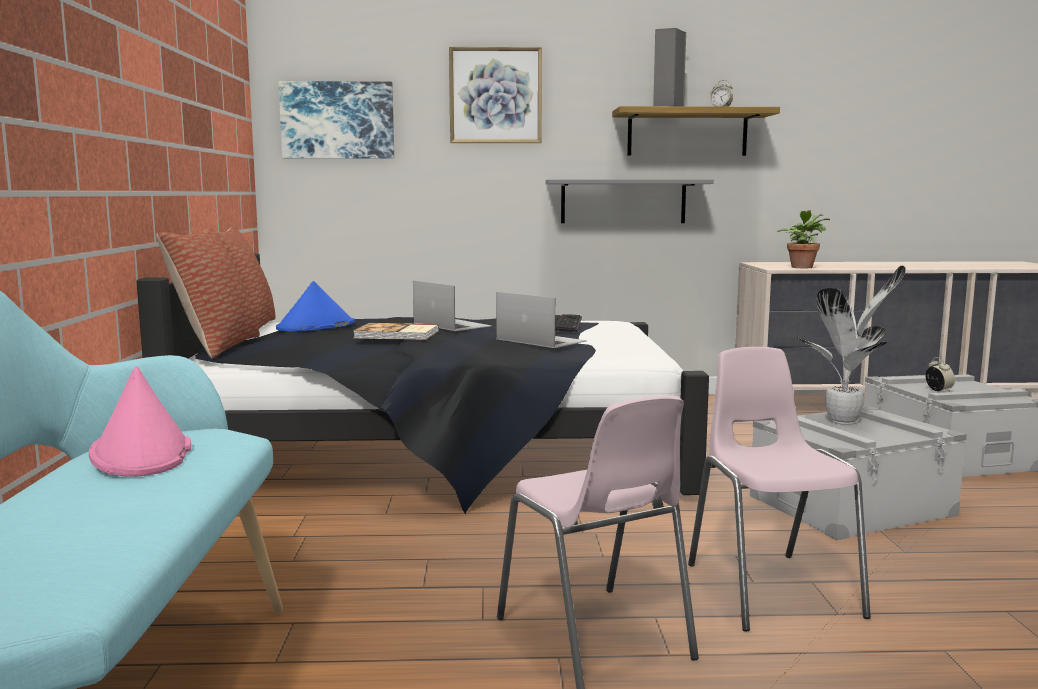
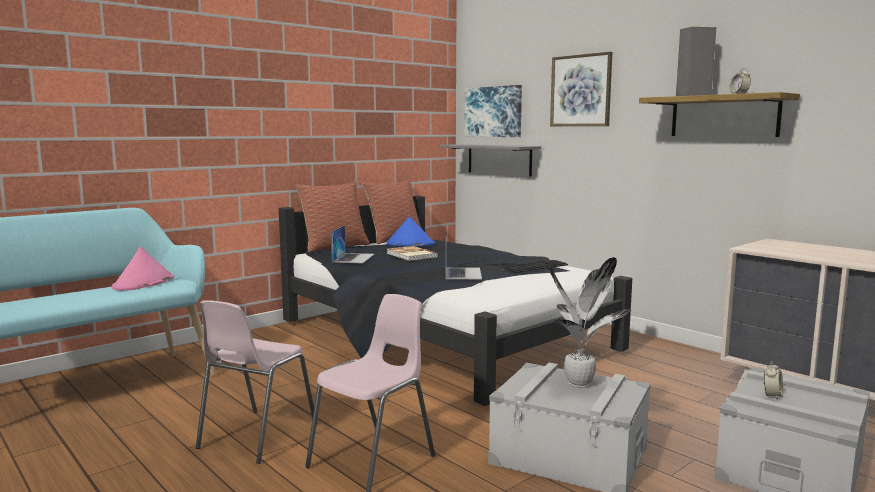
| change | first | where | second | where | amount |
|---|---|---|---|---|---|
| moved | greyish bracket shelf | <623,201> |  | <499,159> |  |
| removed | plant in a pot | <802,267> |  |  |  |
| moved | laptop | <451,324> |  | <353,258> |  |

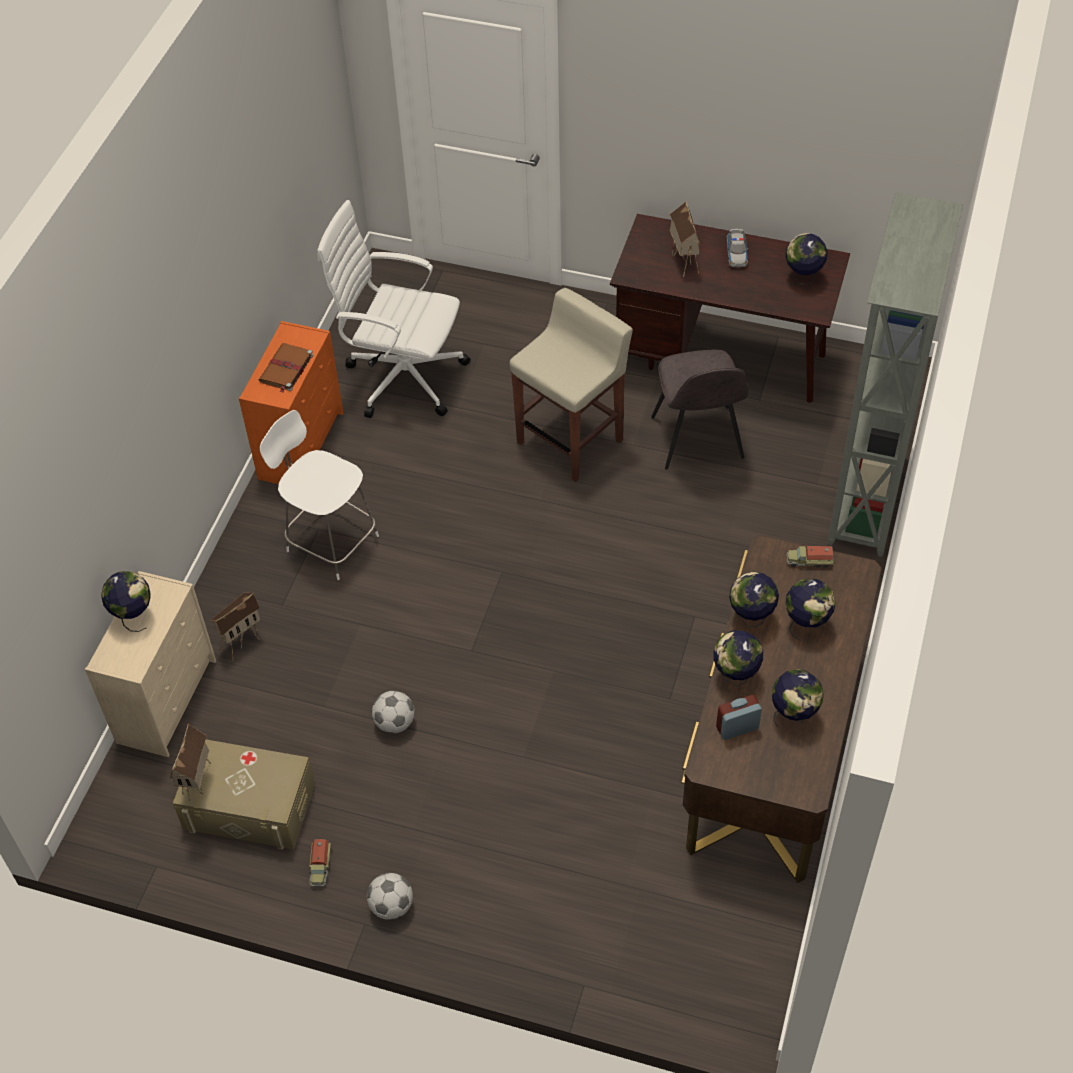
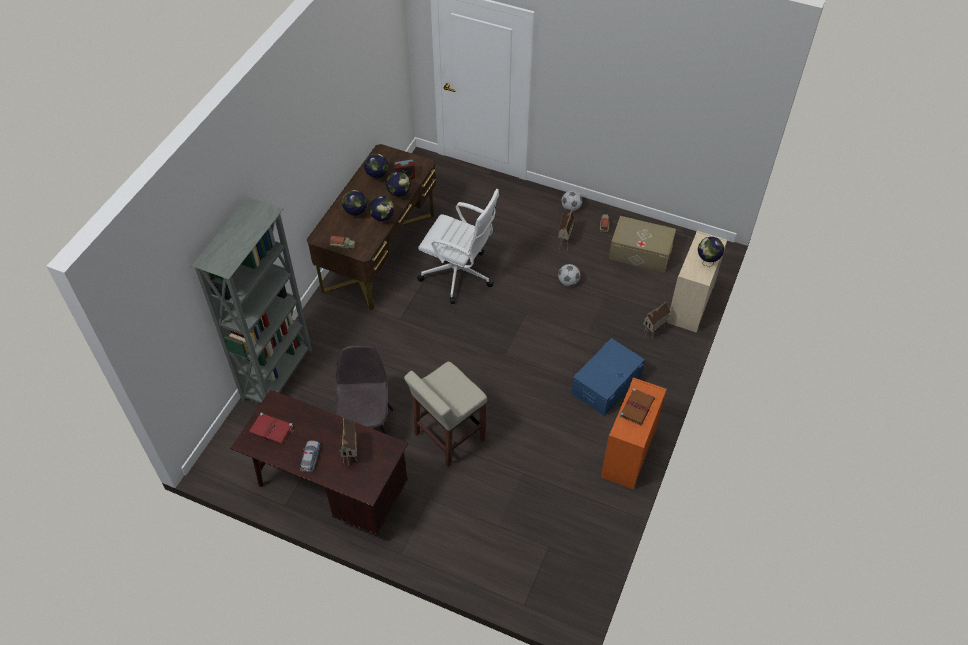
| change | first | where | second | where | amount |
|---|---|---|---|---|---|
| moved | whitish desk chair | <402,376> |  | <459,275> |  |
| replaced | world globe | <803,278> | red bound book | <272,430> |  |
| replaced | whitish stool seat | <330,542> | blue storage bin | <606,384> |  |
| moved | miniature house | <199,782> |  | <564,241> |  |

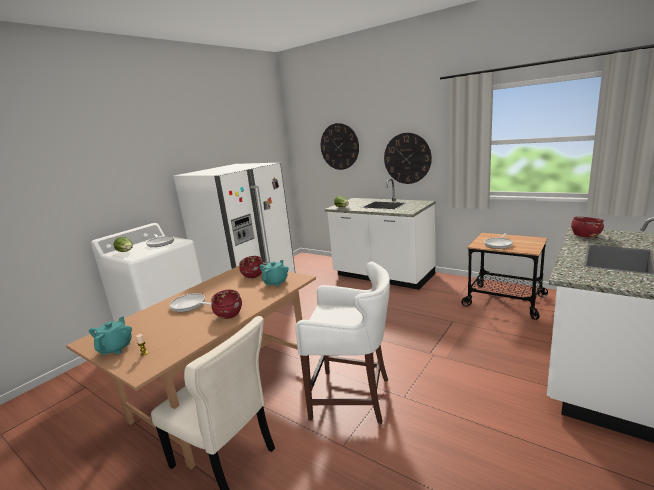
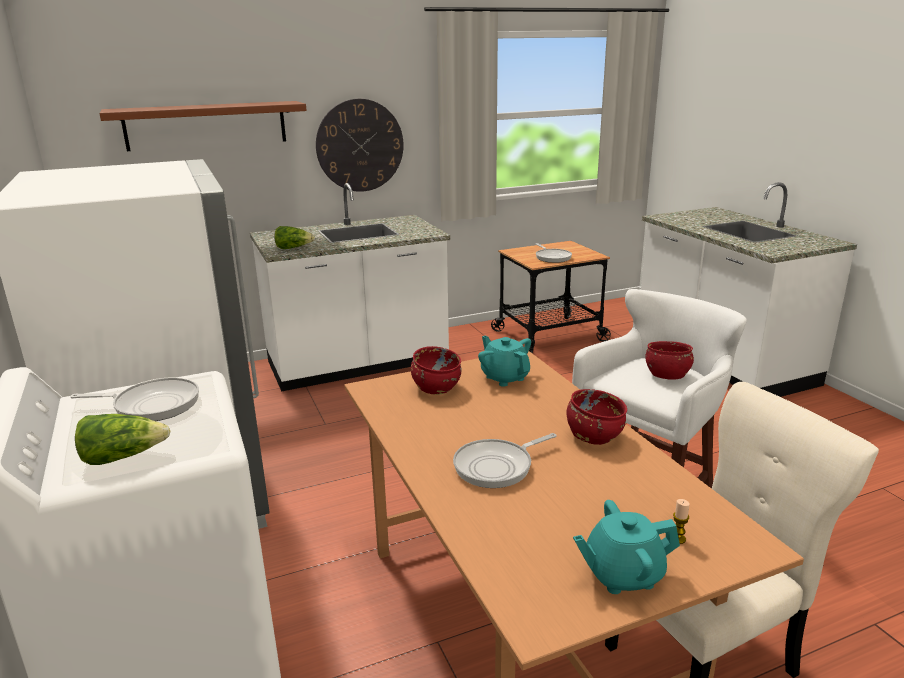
| change | first | where | second | where | amount |
|---|---|---|---|---|---|
| replaced | clock on the wall | <339,146> | brown bracket shelf | <206,125> |  |
| moved | red deep dish | <586,236> |  | <667,375> |  |
| turned | turquoise-coloured pot for tea | <116,348> |  | <622,574> | 45 degrees counterclockwise |

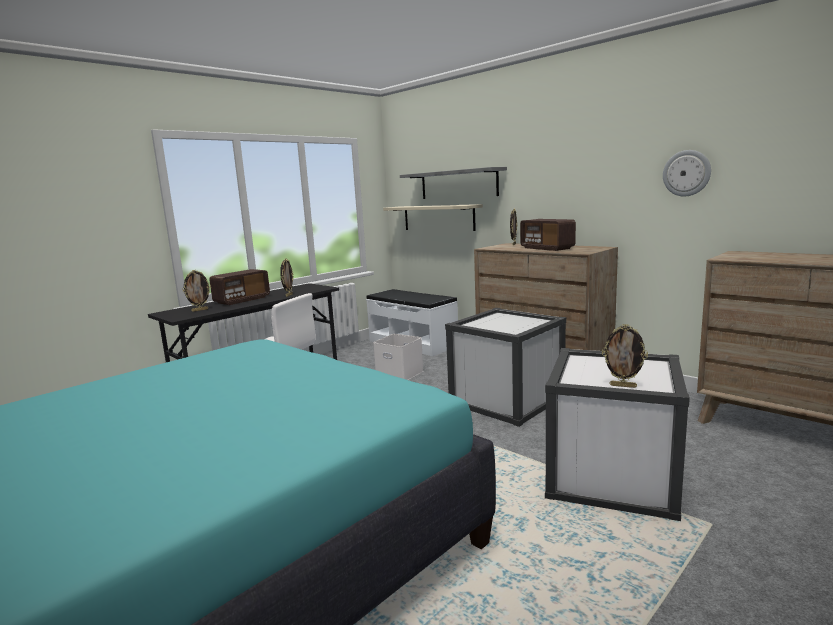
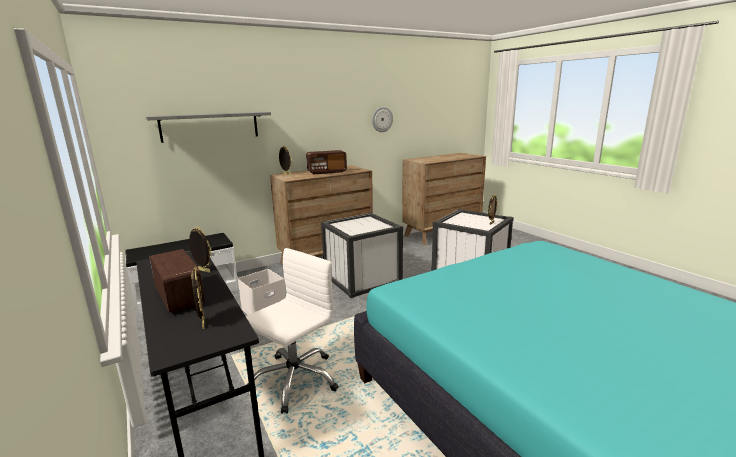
| change | first | where | second | where | amount |
|---|---|---|---|---|---|
| removed | beige-coloured bracket shelf | <438,218> |  |  |  |

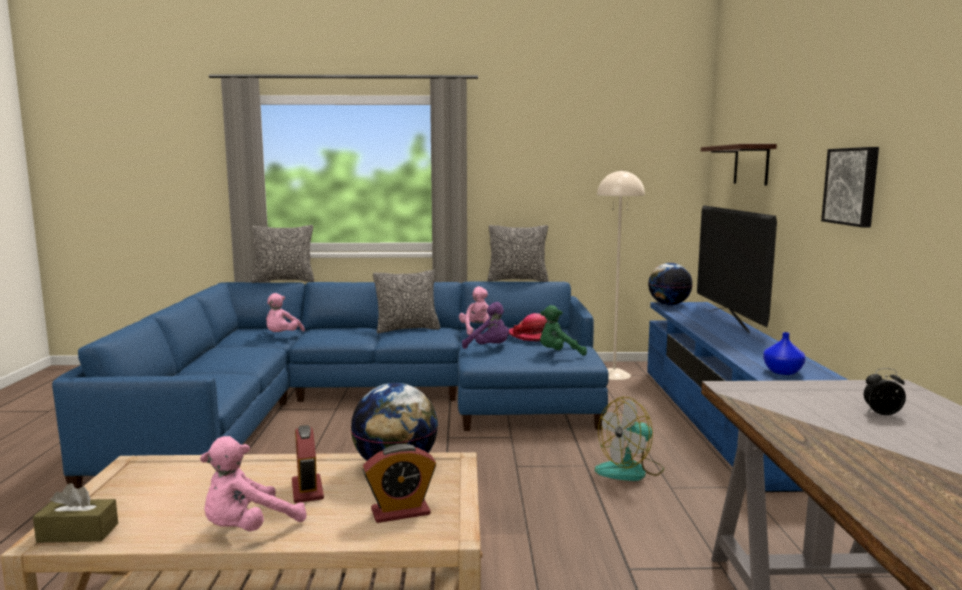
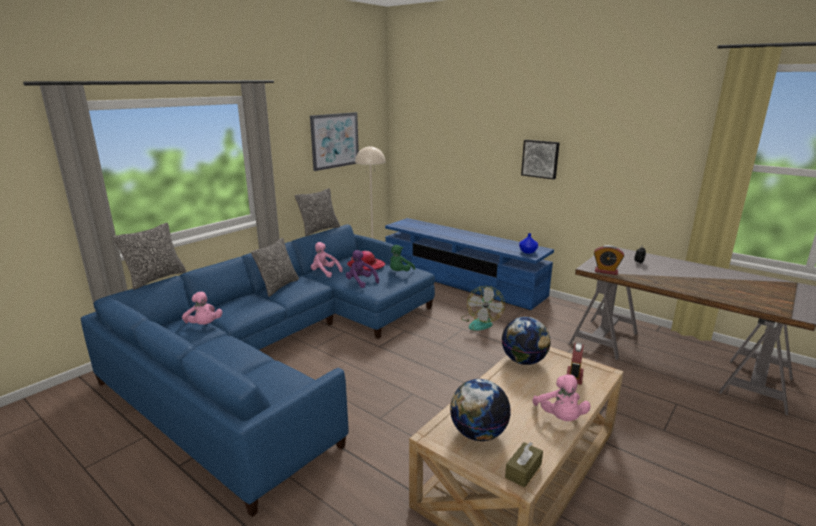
| change | first | where | second | where | amount |
|---|---|---|---|---|---|
| removed | bracket shelf | <751,165> |  |  |  |
| removed | TV | <729,321> |  |  |  |
| moved | world globe | <669,304> |  | <478,433> |  |
| turned | purplish cuddly toy | <489,348> |  | <360,282> | 120 degrees counterclockwise |
| moved | alarm clock | <307,490> |  | <606,271> |  |
| added |  |  | wall art | <335,140> |  |

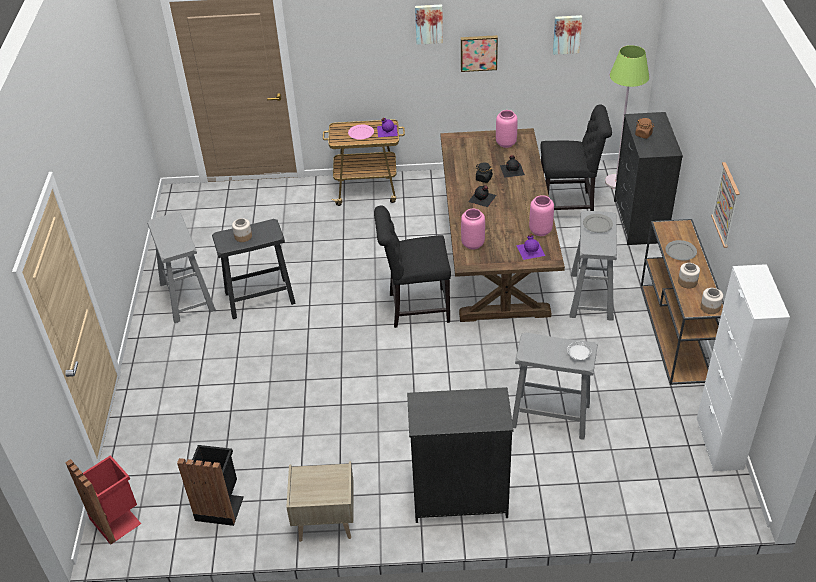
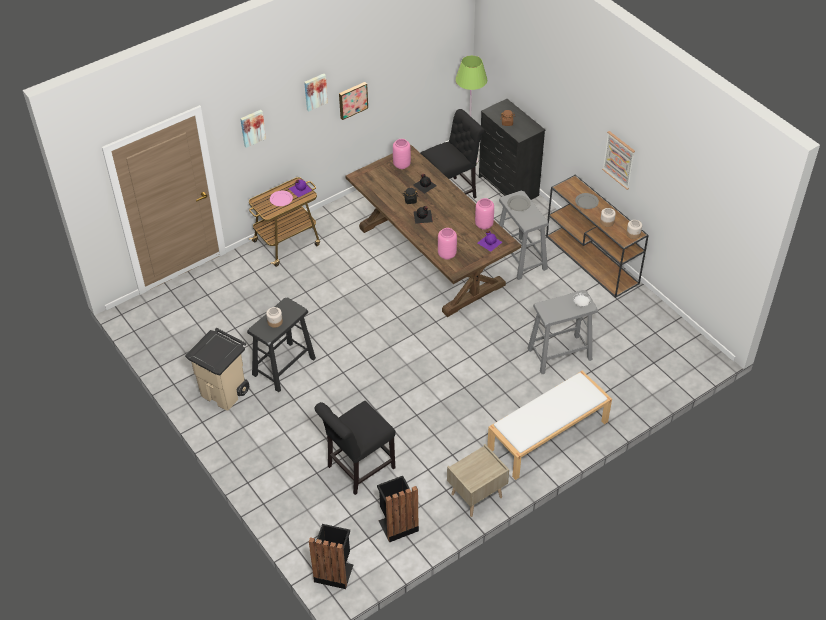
| change | first | where | second | where | amount |
|---|---|---|---|---|---|
| moved | wall art | <567,34> |  | <252,127> |  |
| moved | black plain chair | <415,308> |  | <358,469> |  |
| replaced | greyish stool seat | <187,297> | beige-coloured waste bin | <225,392> |  |
| removed | whitish cabinet | <719,443> |  |  |  |
| replaced | black drawer chest | <460,498> | whitish indoor bench | <547,436> |  |
| recoloured | red waste bin | <117,520> | black waste bin | <334,571> |  |

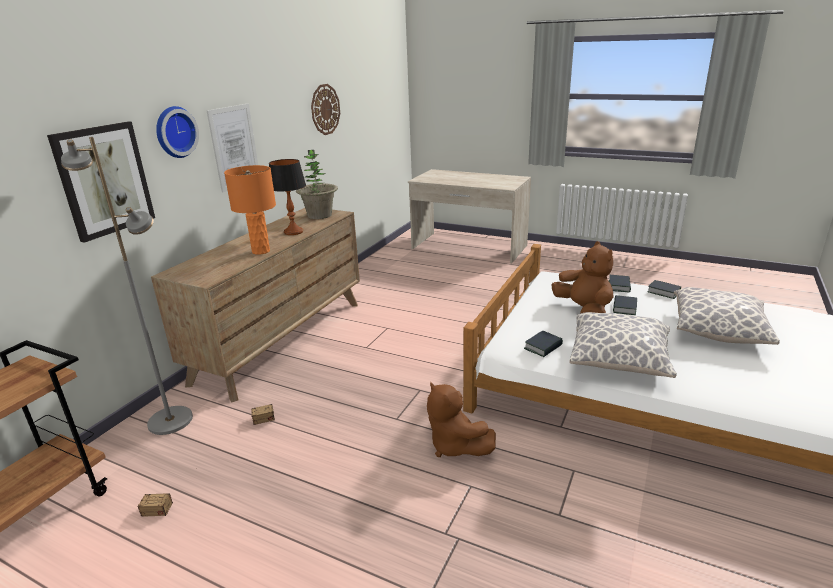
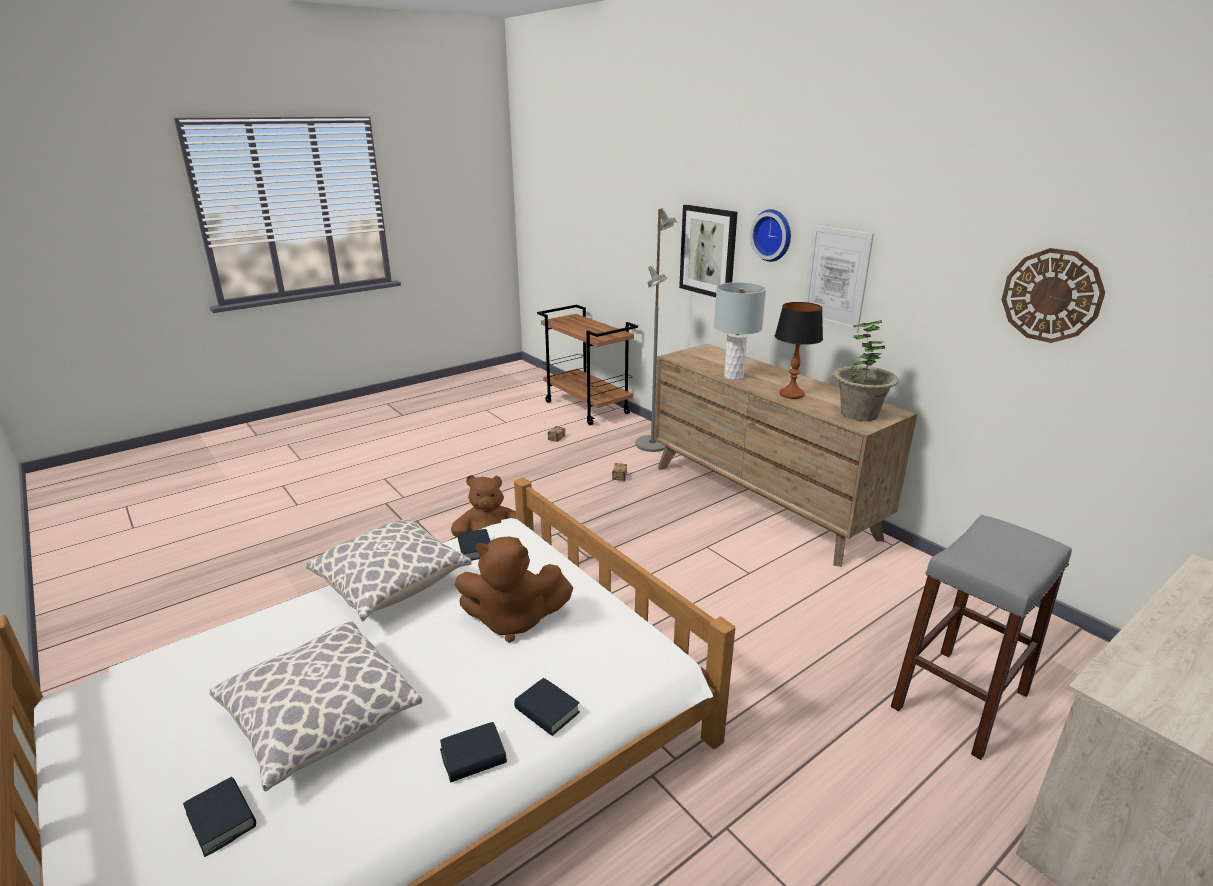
| change | first | where | second | where | amount |
|---|---|---|---|---|---|
| recoloured | orangey table lamp | <261,251> | greyish table lamp | <734,377> |  |
| moved | bound book | <624,308> |  | <222,820> |  |
| added |  |  | greyish stool seat | <960,700> |  |

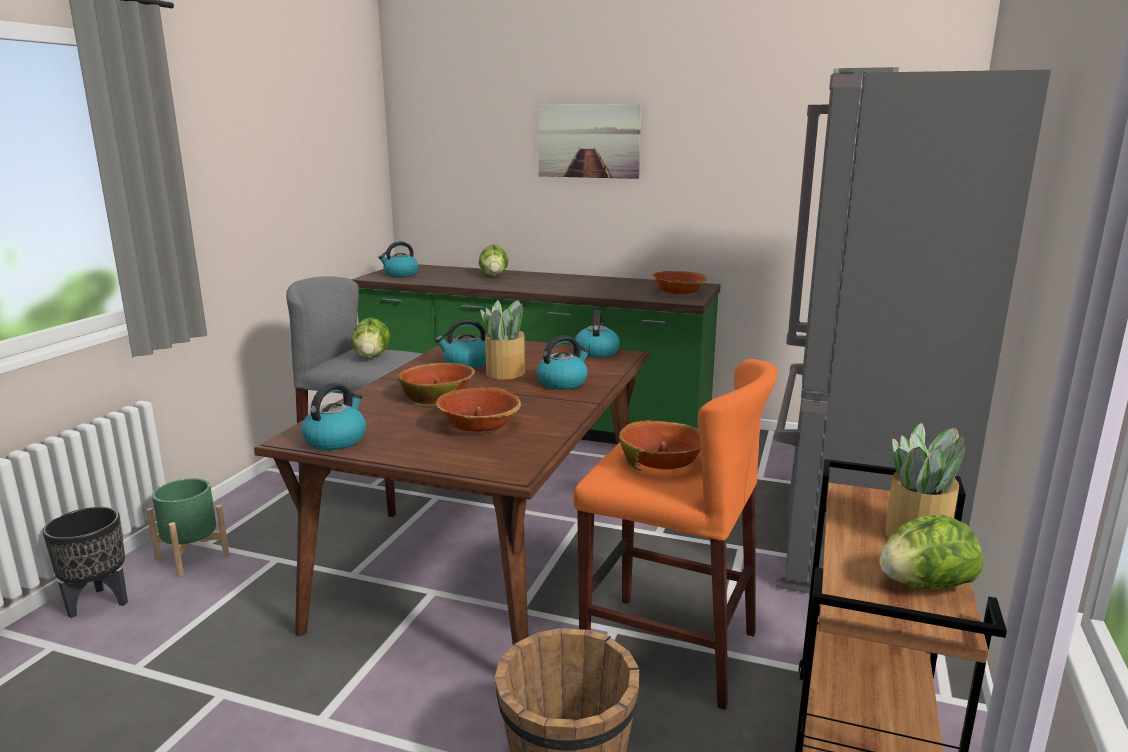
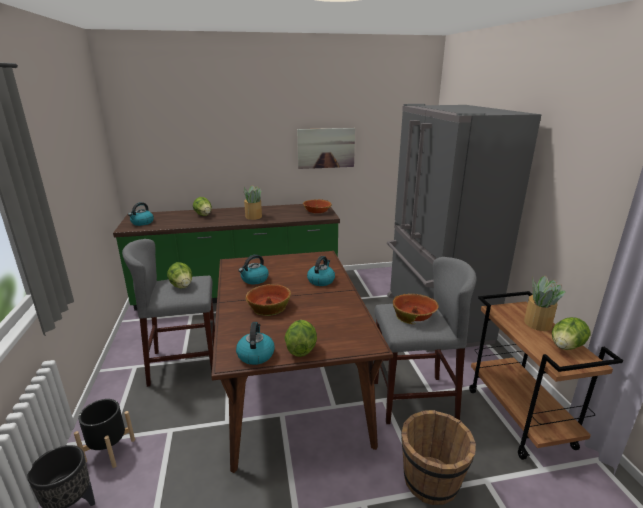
| change | first | where | second | where | amount |
|---|---|---|---|---|---|
| moved | wall art | <588,141> |  | <326,148> |  |
| moved | plant in a pot | <506,372> |  | <253,216> |  |
| removed | tea kettle | <596,352> |  |  |  |
| recoloured | orangey stool seat | <669,648> | greyish stool seat | <413,399> |  |
| removed | deep dish | <479,425> |  |  |  |
| recoloured | greenish planter | <192,557> | black planter | <109,451> |  |
| added |  |  | lettuce | <300,349> |  |

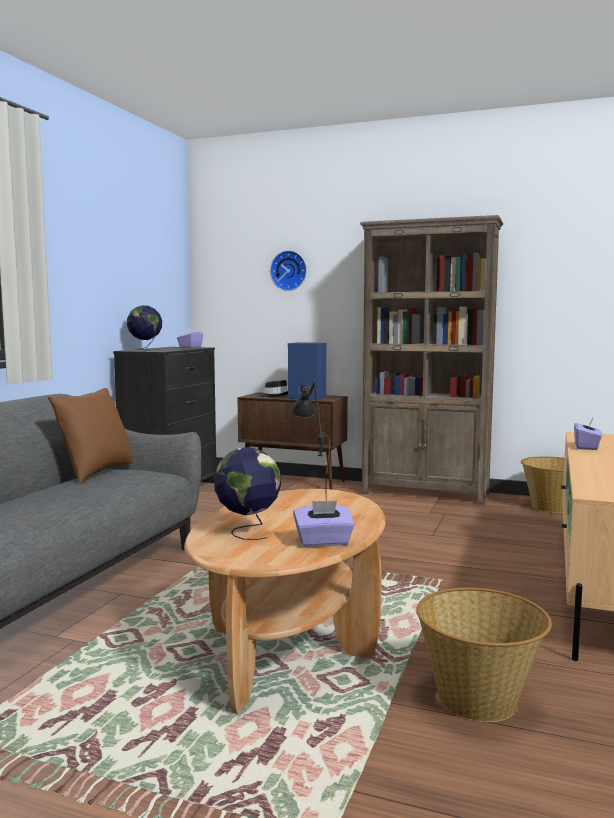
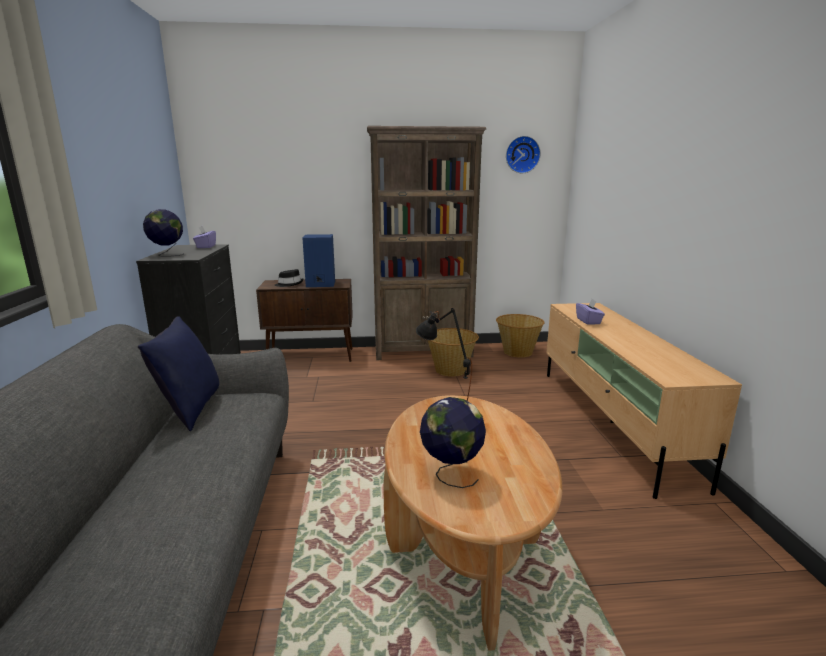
| change | first | where | second | where | amount |
|---|---|---|---|---|---|
| moved | clock on the wall | <289,270> |  | <522,154> |  |
| recoloured | brown throw pillow | <95,473> | blue throw pillow | <189,410> |  |
| removed | purplish box of tissues | <323,542> |  |  |  |
| moved | basket | <479,699> |  | <451,370> |  |

